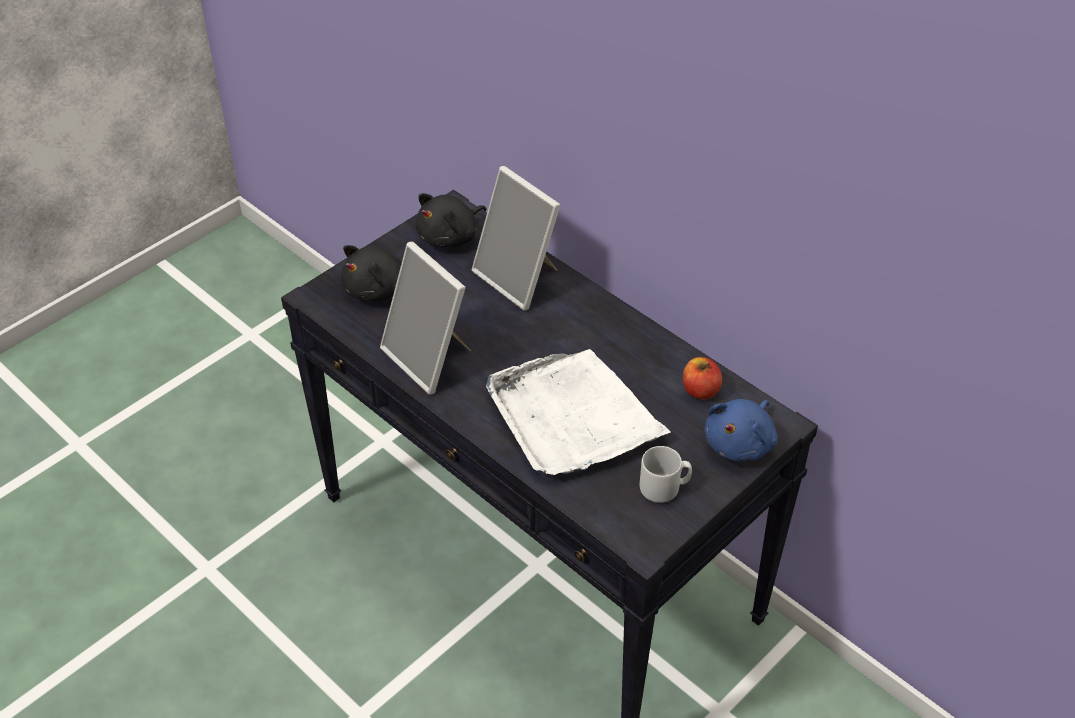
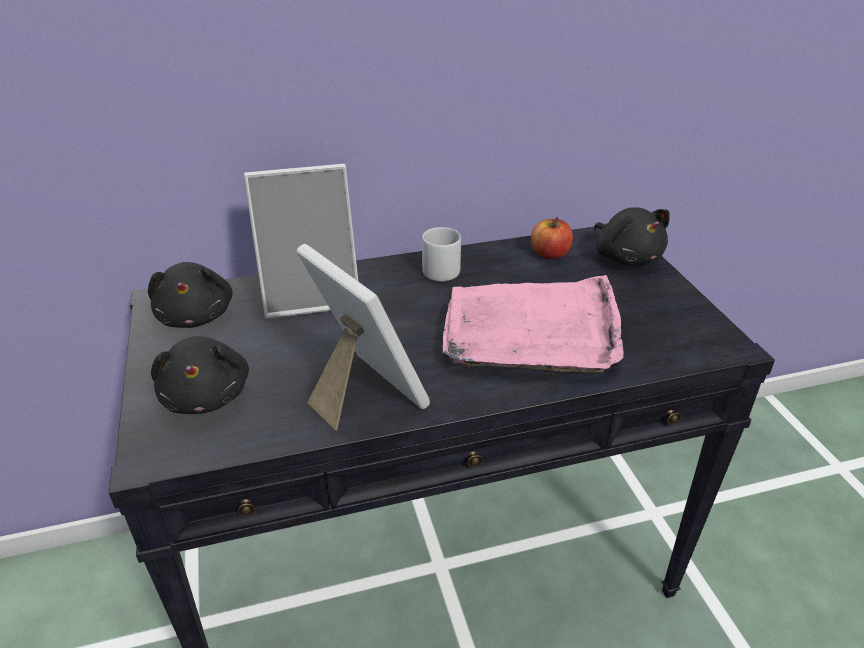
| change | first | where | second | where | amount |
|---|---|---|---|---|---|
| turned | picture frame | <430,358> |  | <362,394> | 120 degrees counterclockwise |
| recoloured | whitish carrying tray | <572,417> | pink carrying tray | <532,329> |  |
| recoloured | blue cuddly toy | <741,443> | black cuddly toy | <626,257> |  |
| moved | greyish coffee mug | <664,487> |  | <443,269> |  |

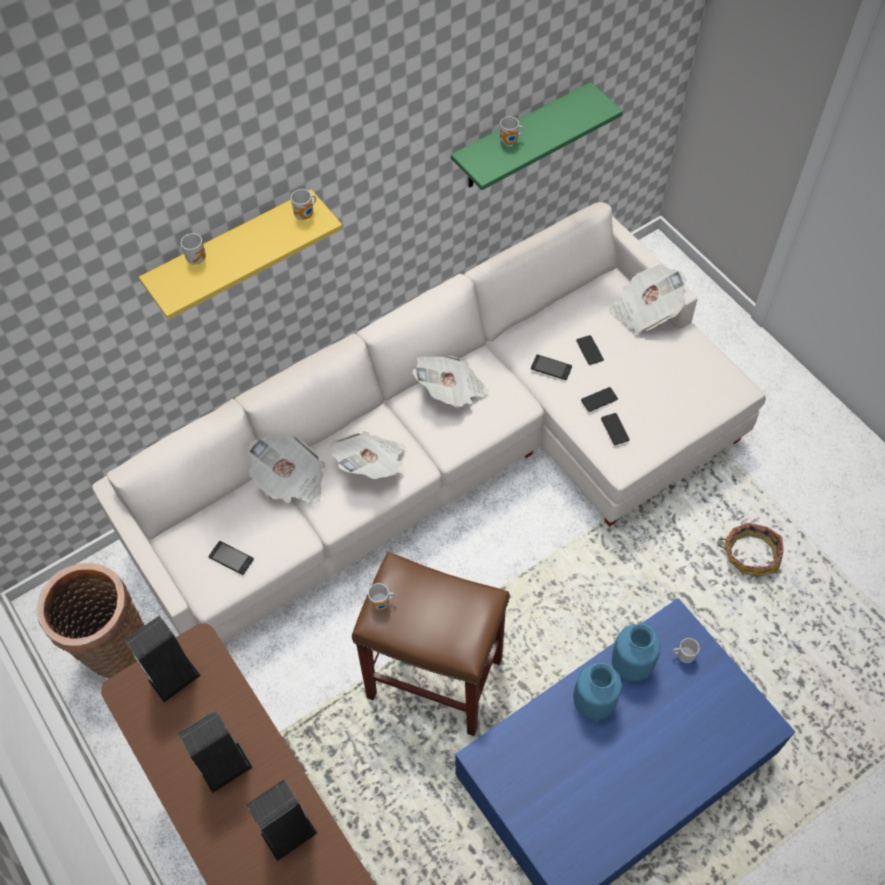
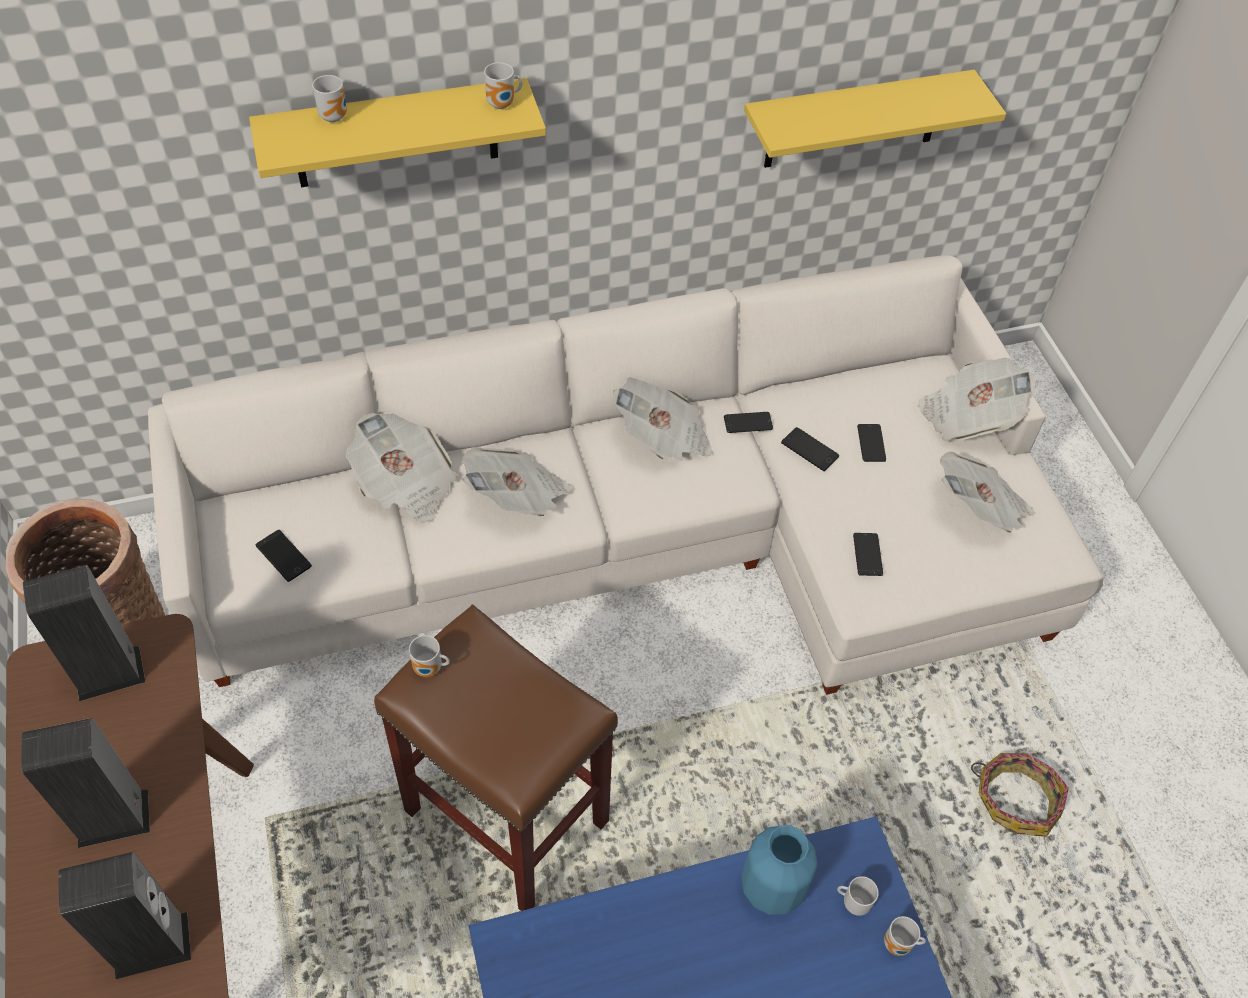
| change | first | where | second | where | amount |
|---|---|---|---|---|---|
| recoloured | greenish bracket shelf | <520,138> | yellowish bracket shelf | <854,120> |  |
| moved | coffee mug | <510,142> |  | <899,945> |  |
| moved | phone | <599,399> |  | <748,423> |  |
| removed | blue decorative vase | <594,702> |  |  |  |
| added |  |  | daily paper | <980,509> |  |

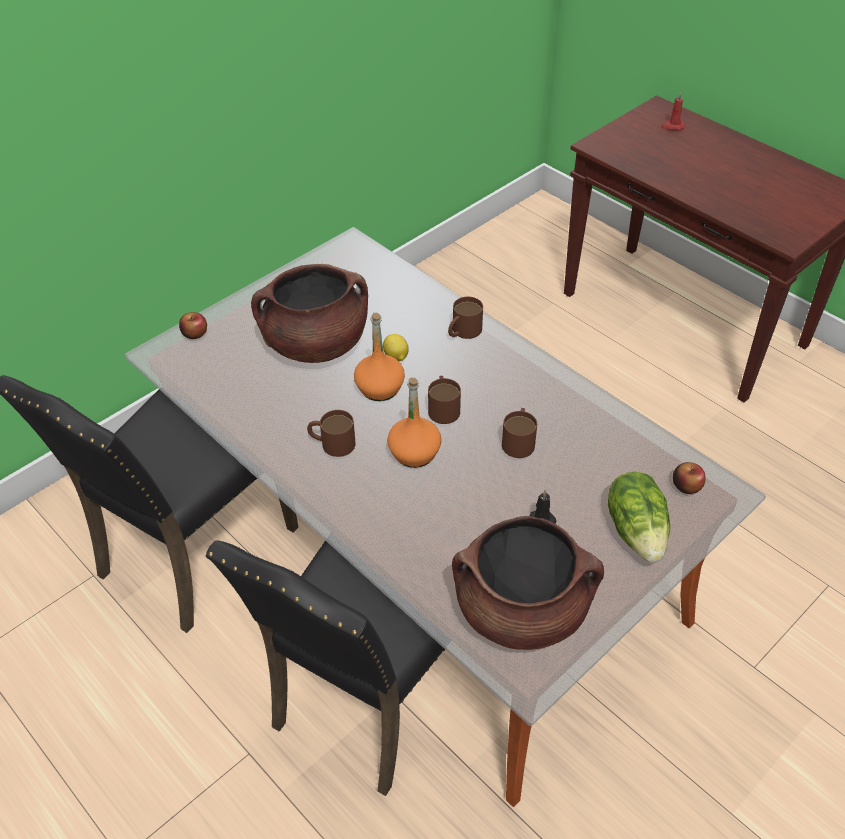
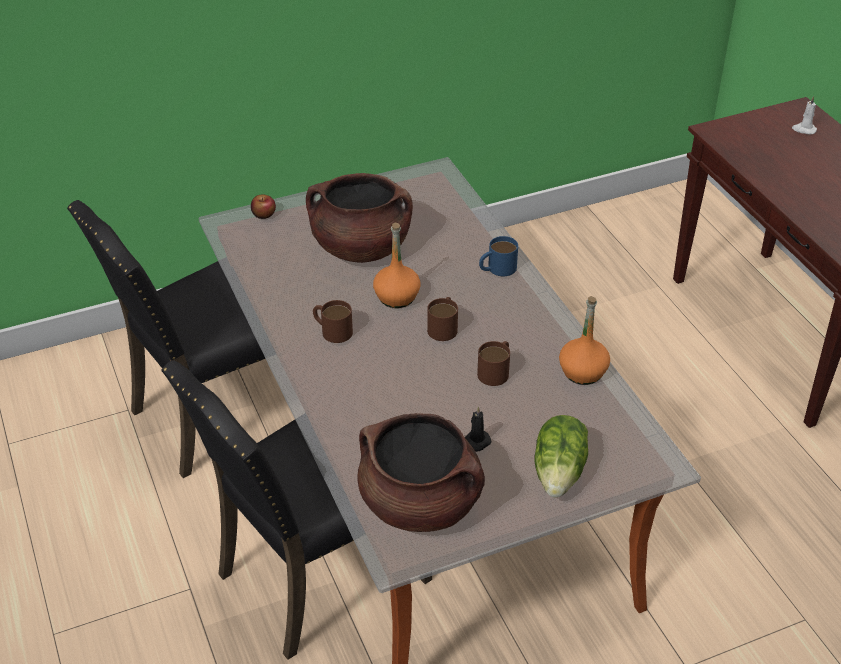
| change | first | where | second | where | amount |
|---|---|---|---|---|---|
| recoloured | red wax candle | <672,126> | whitish wax candle | <803,129> |  |
| recoloured | brown coffee mug | <463,332> | blue coffee mug | <497,269> |  |
| removed | lemon | <396,357> |  |  |  |
| moved | orangey drink bottle | <414,453> |  | <583,372> |  |
| removed | whole apple | <686,485> |  |  |  |

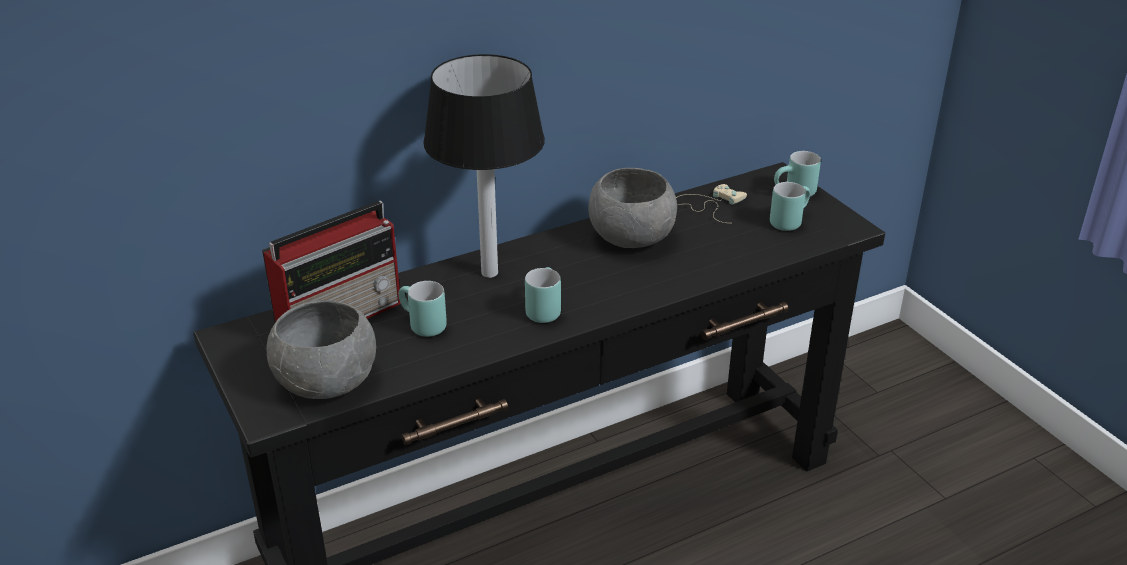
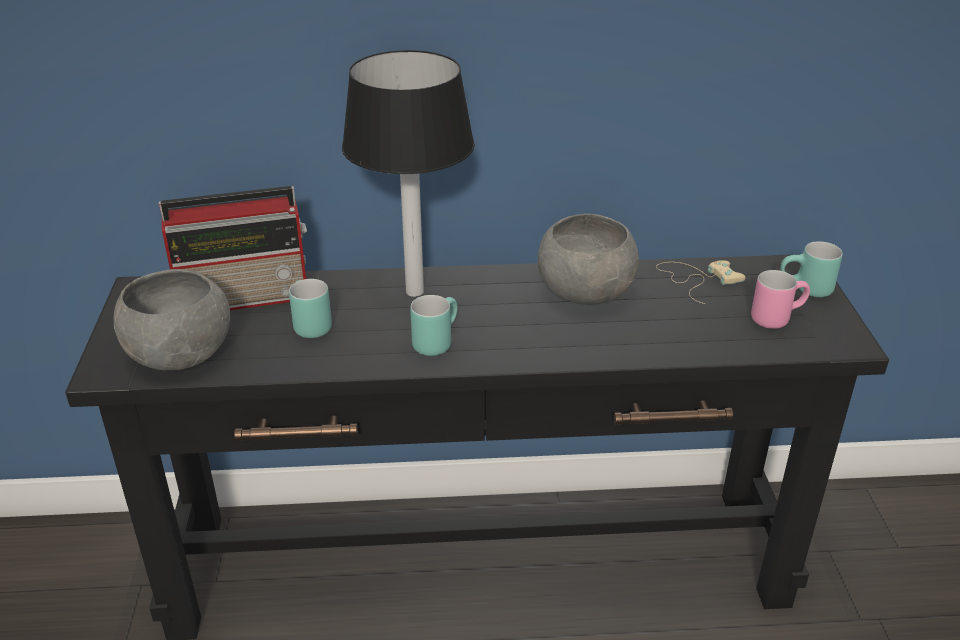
| change | first | where | second | where | amount |
|---|---|---|---|---|---|
| recoloured | turquoise-coloured coffee mug | <788,220> | pink coffee mug | <775,317> |  |

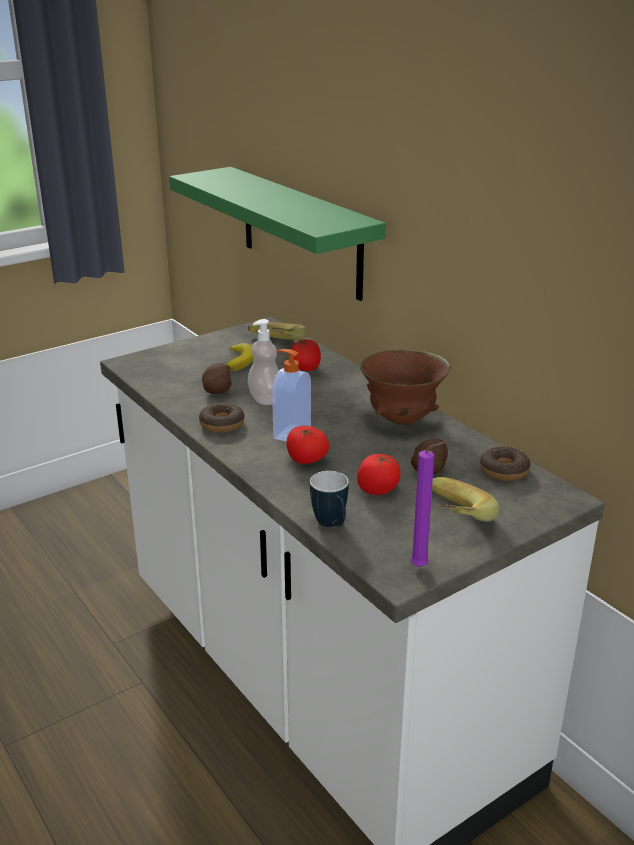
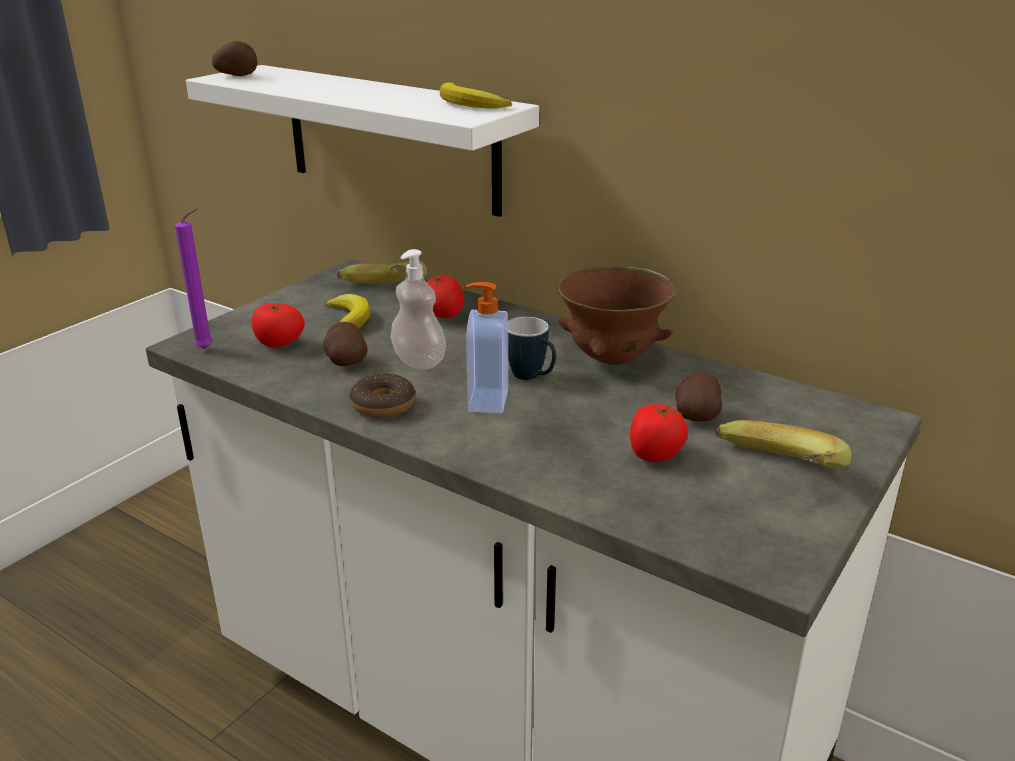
| change | first | where | second | where | amount |
|---|---|---|---|---|---|
| recoloured | greenish bracket shelf | <300,232> | whitish bracket shelf | <390,138> |  |
| moved | fresh tomato | <306,460> |  | <279,343> |  |
| moved | purplish wax candle | <422,567> |  | <207,349> |  |
| removed | donut | <504,470> |  |  |  |
| moved | coffee mug | <332,525> |  | <532,378> |  |
| added |  |  | whole potato | <237,76> |  |
| added |  |  | whole banana | <470,104> |  |

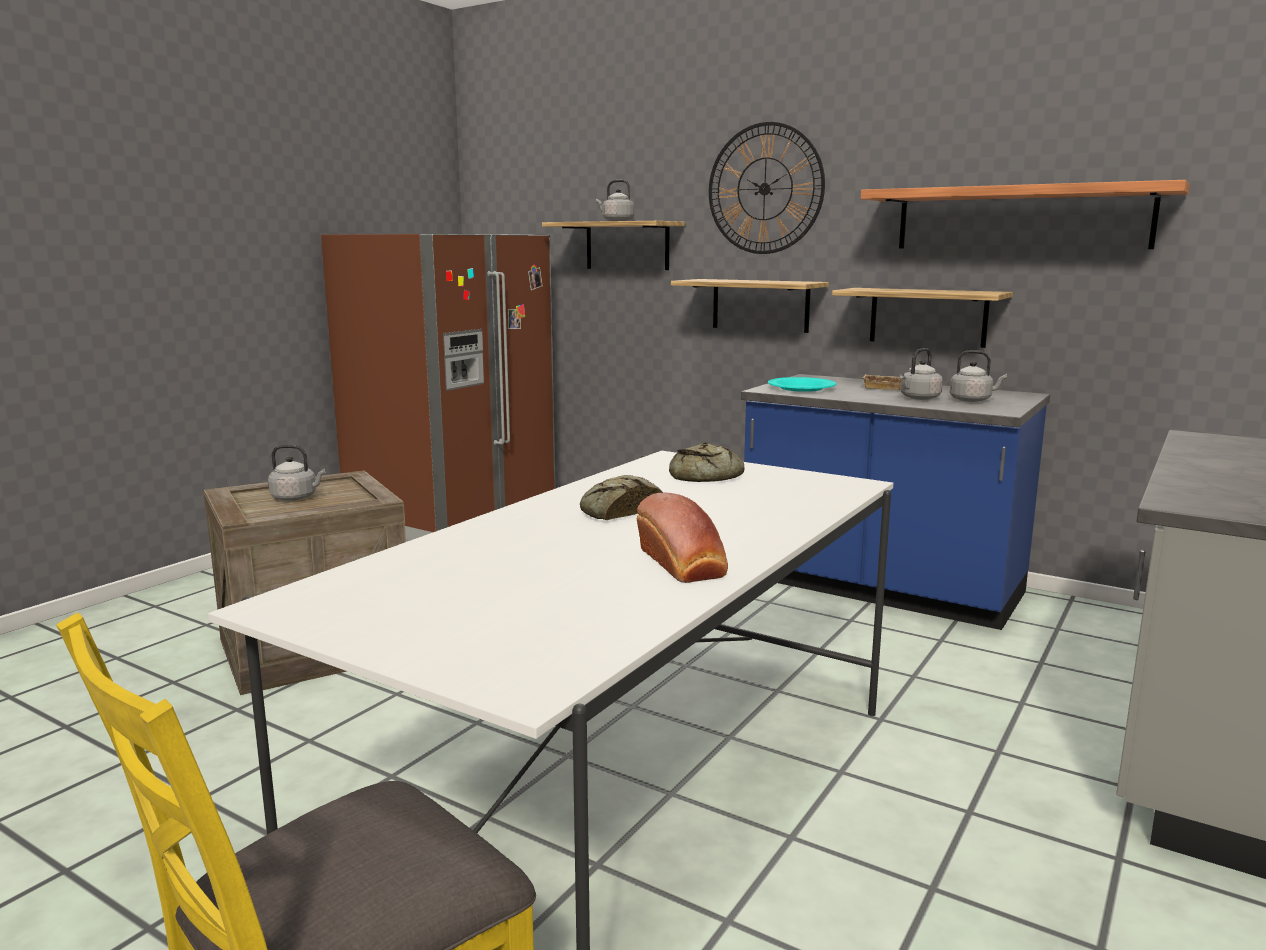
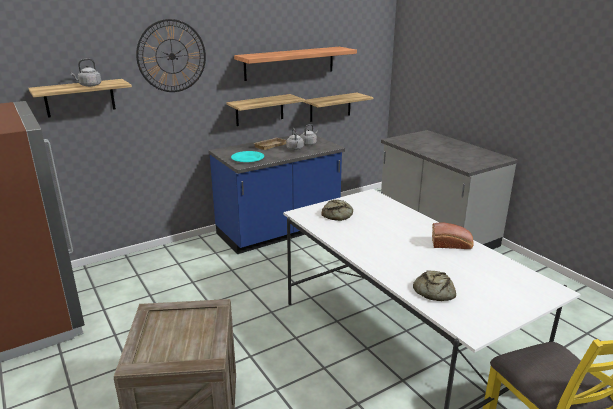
| change | first | where | second | where | amount |
|---|---|---|---|---|---|
| moved | bracket shelf | <760,305> |  | <330,107> |  |
| removed | greyish tea kettle | <296,498> |  |  |  |
| moved | baked bread | <618,511> |  | <433,291> |  |

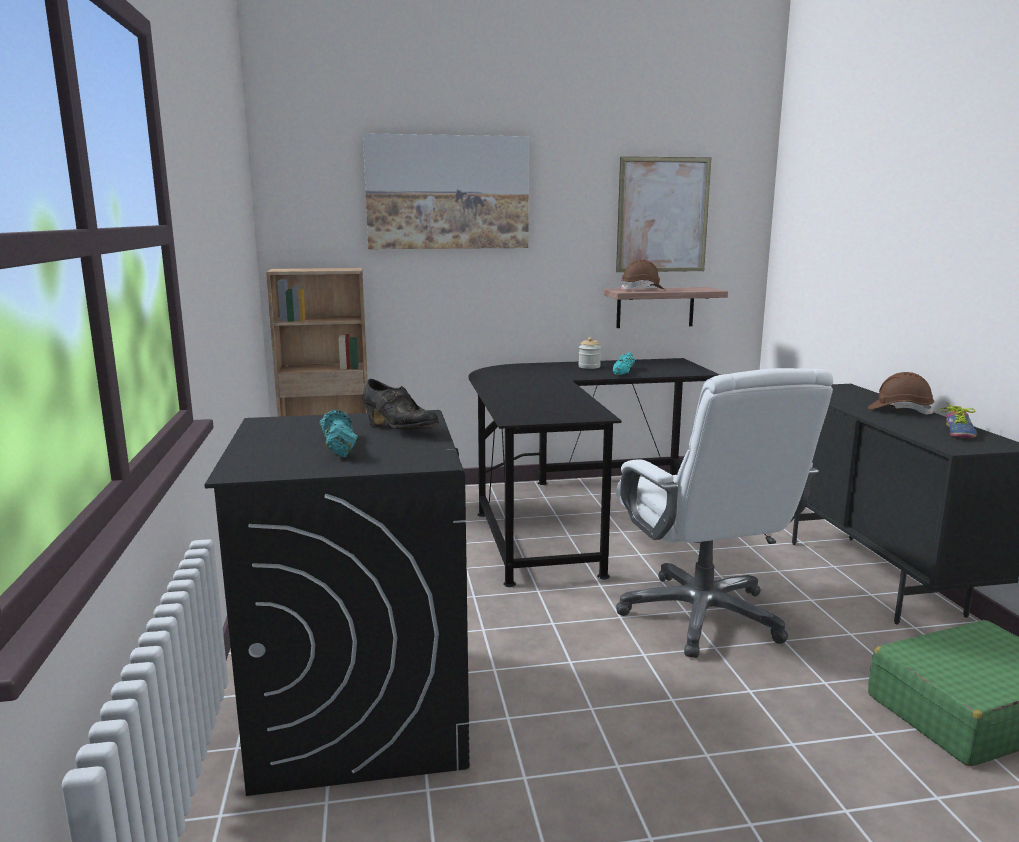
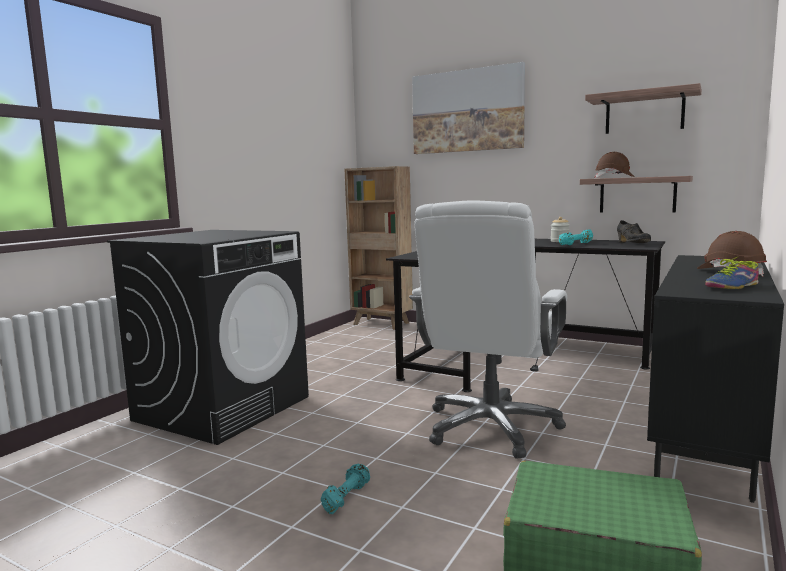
| change | first | where | second | where | amount |
|---|---|---|---|---|---|
| replaced | wall art | <663,215> | bracket shelf | <644,113> |  |
| moved | black shoe | <399,430> |  | <632,244> |  |
| moved | turquoise-coloured free weight | <338,447> |  | <345,498> |  |

